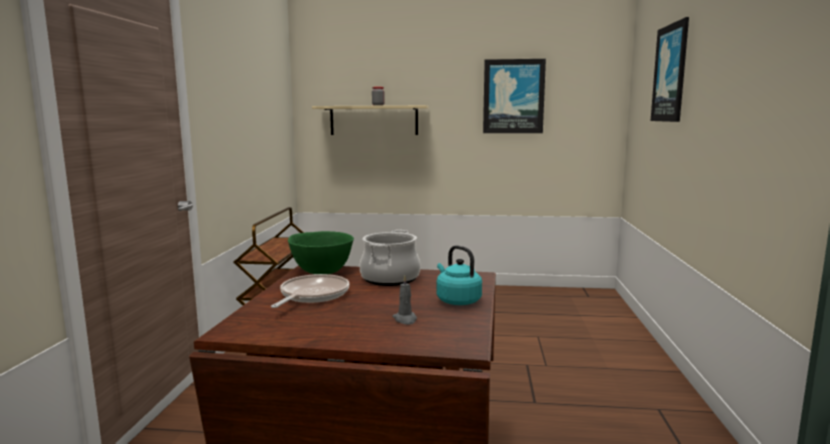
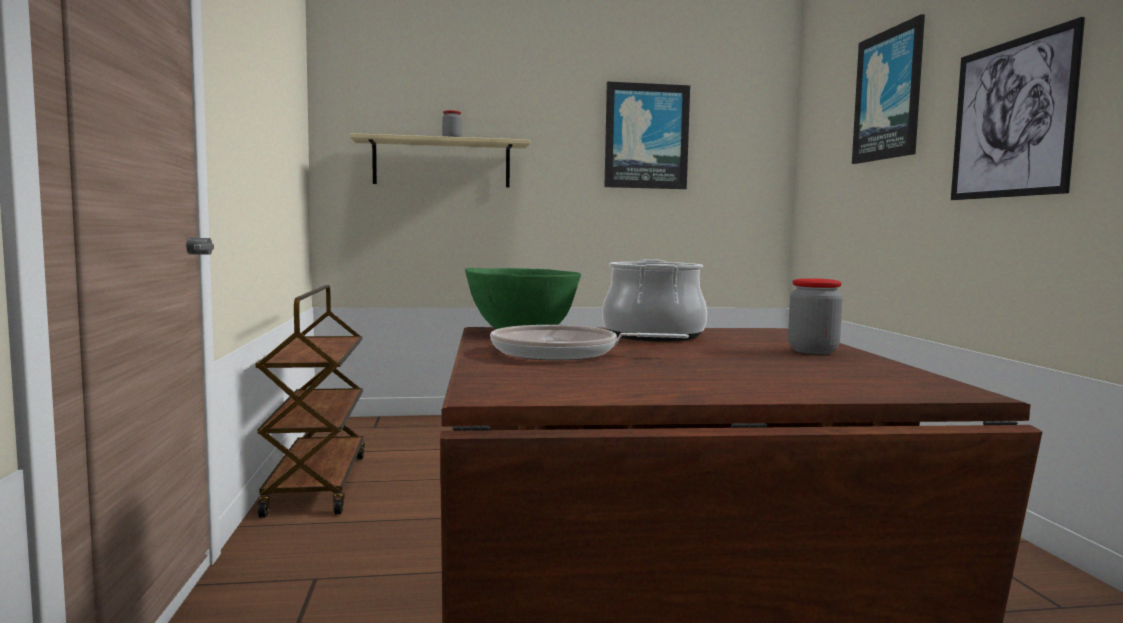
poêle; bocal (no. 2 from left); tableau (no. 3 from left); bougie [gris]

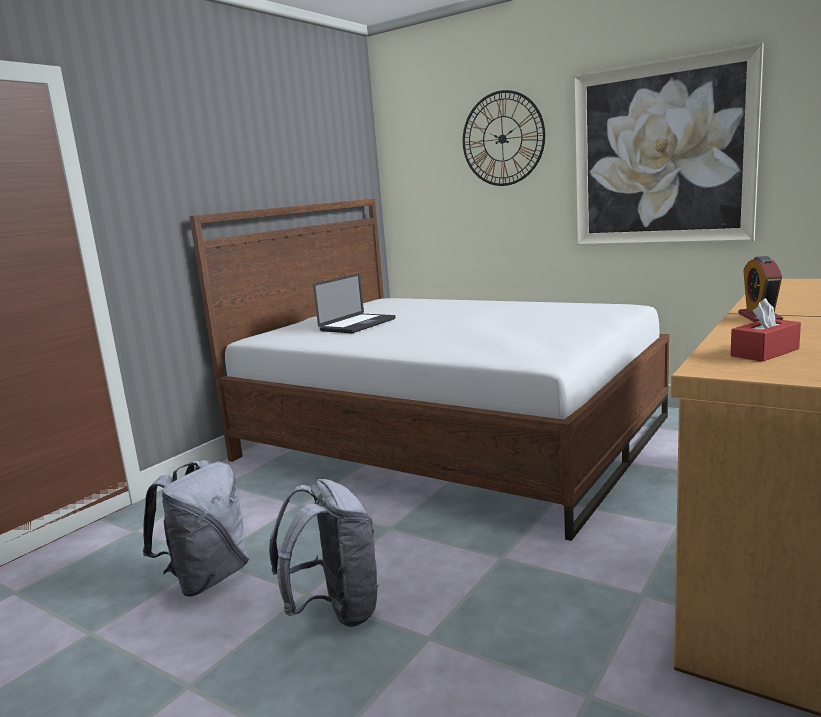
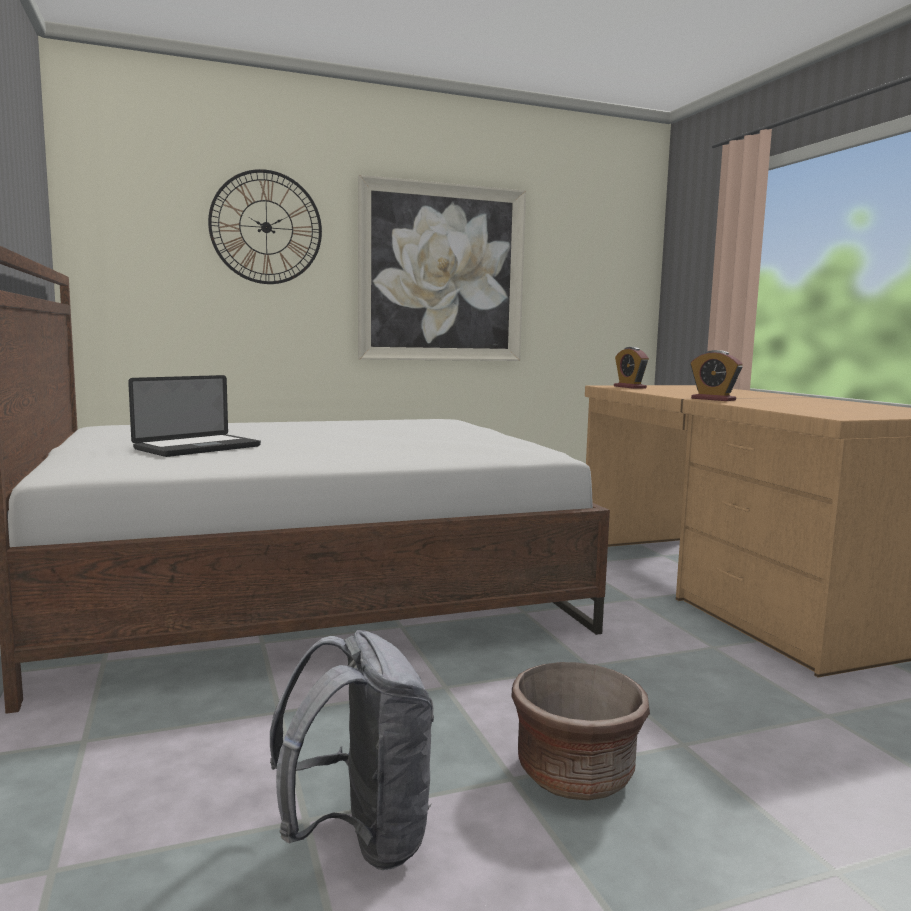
ordinateur portable; cache-pot [marron]; réveil (no. 1 from left); boîte à mouchoirs [rouge]

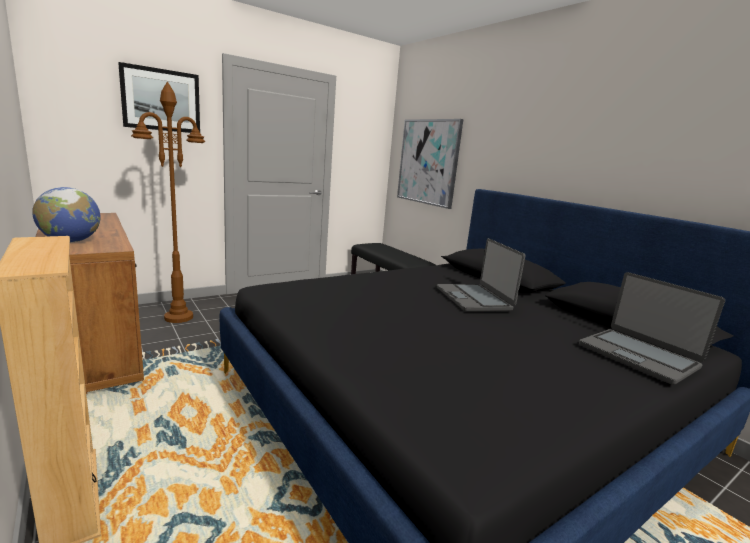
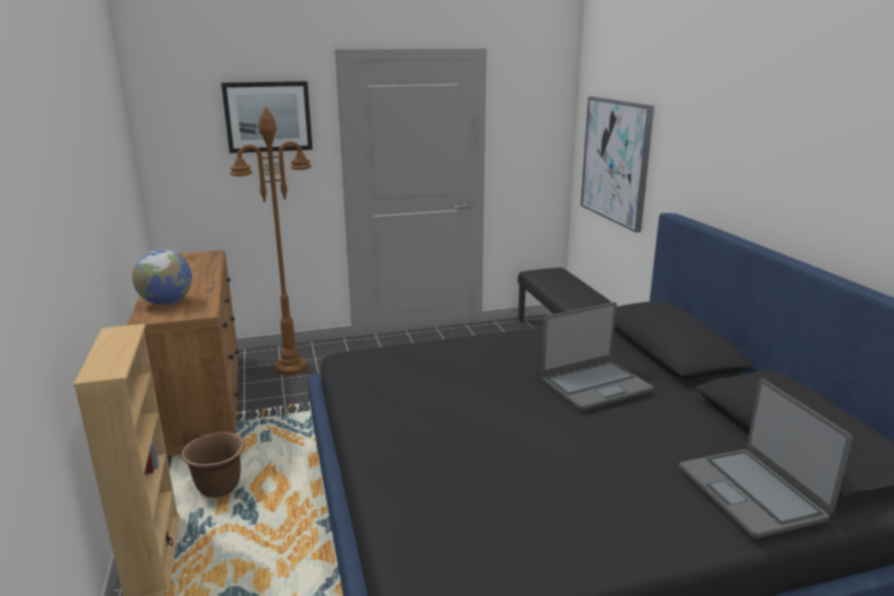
cache-pot [marron]; ordinateur portable (no. 1 from left)

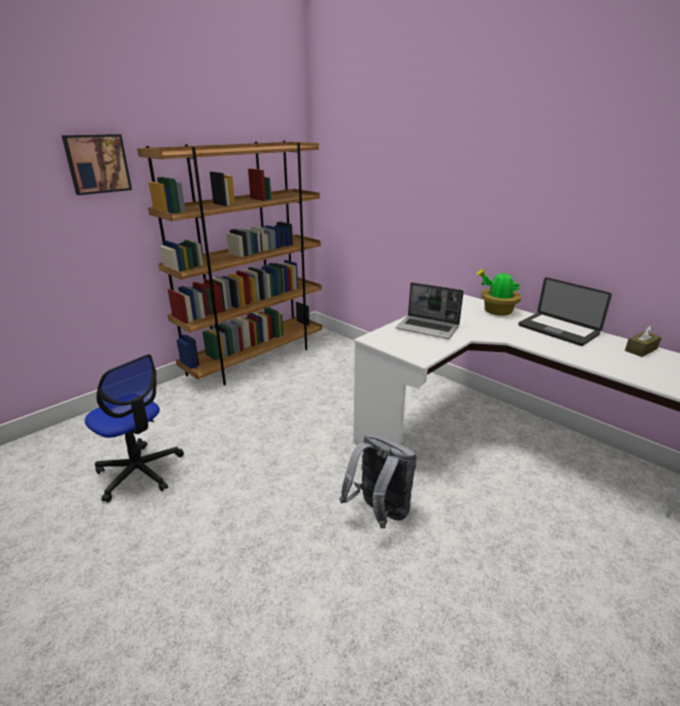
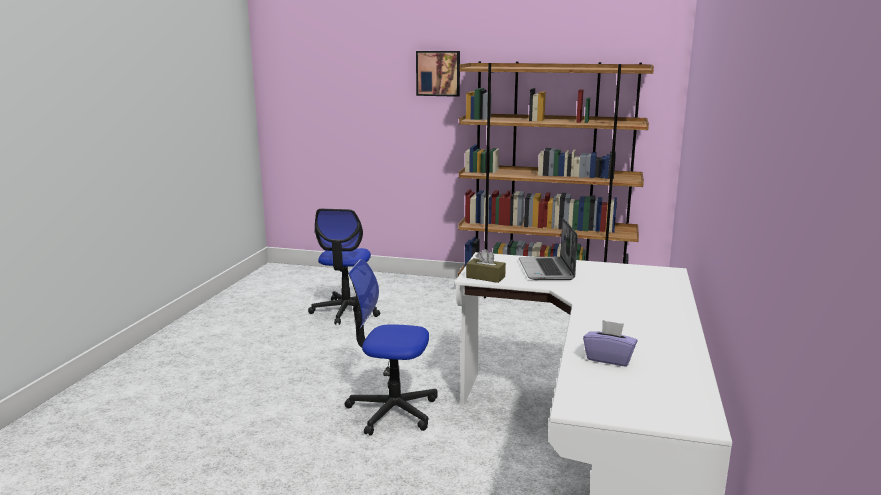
chaise de bureau (no. 2 from left); boîte à mouchoirs [marron]; boîte à mouchoirs [violet]; plante en pot; ordinateur portable (no. 2 from left in the first image)

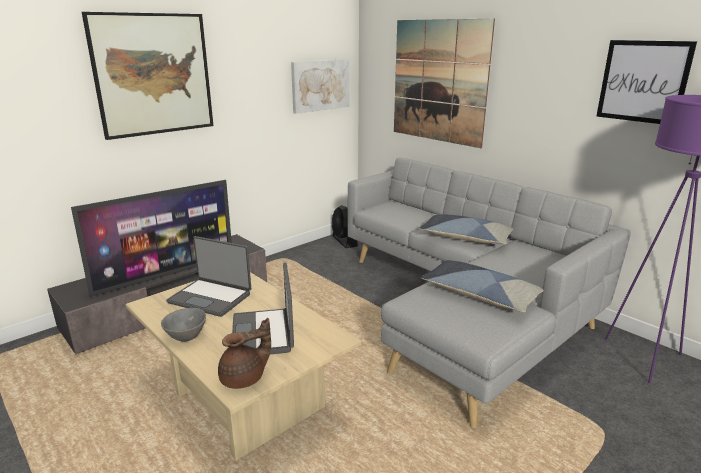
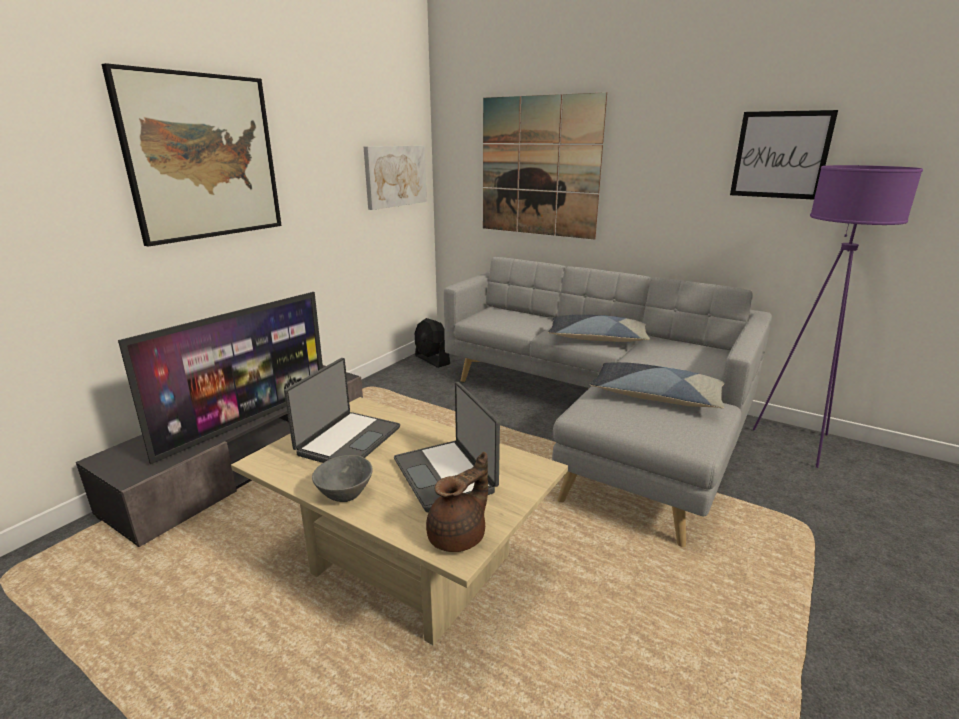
ordinateur portable (no. 1 from left)

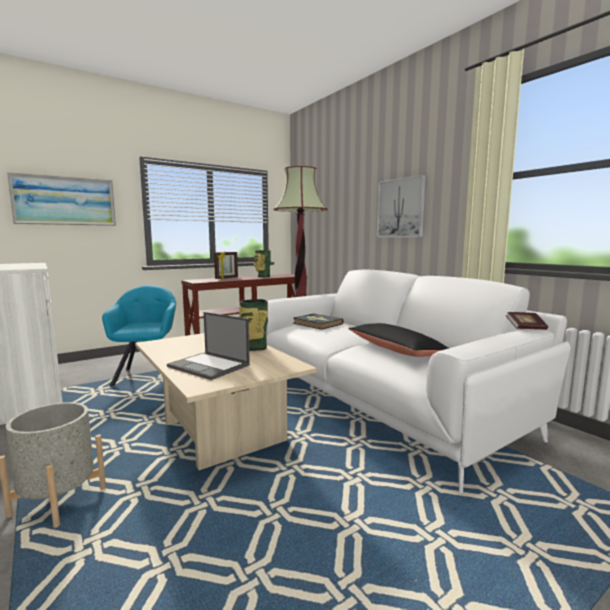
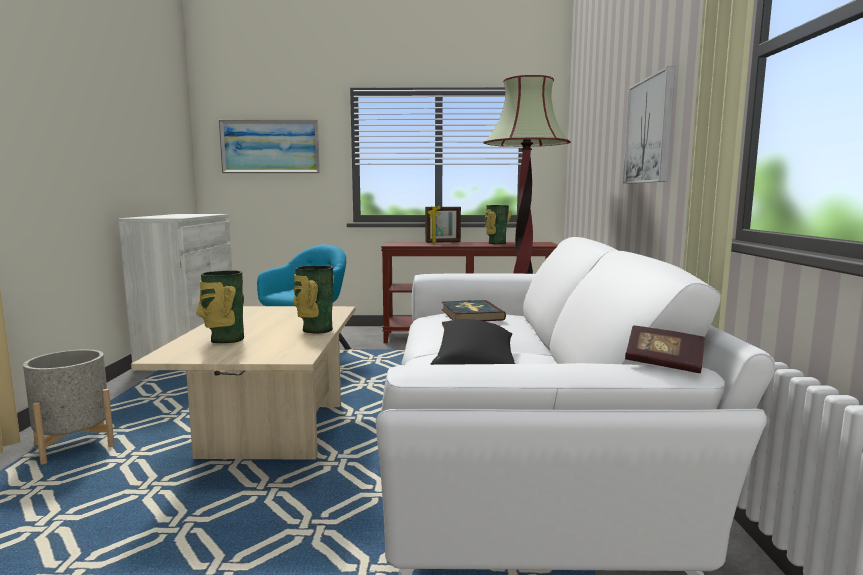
vase (no. 1 from left)

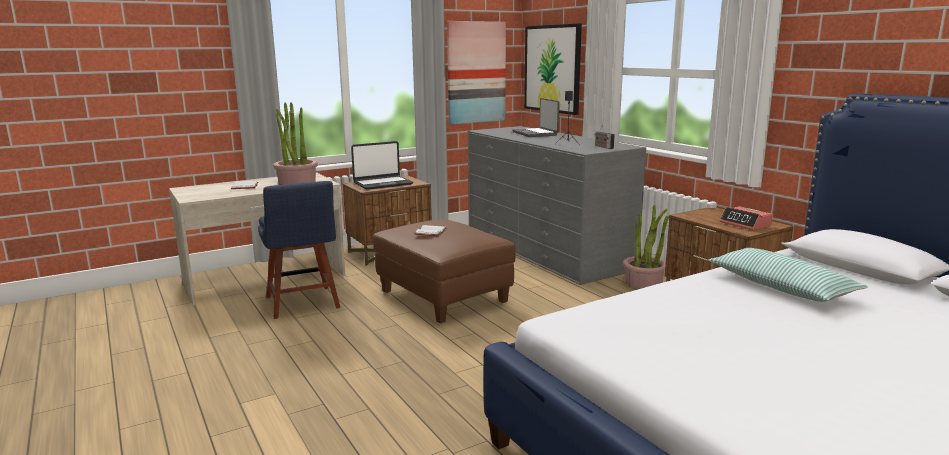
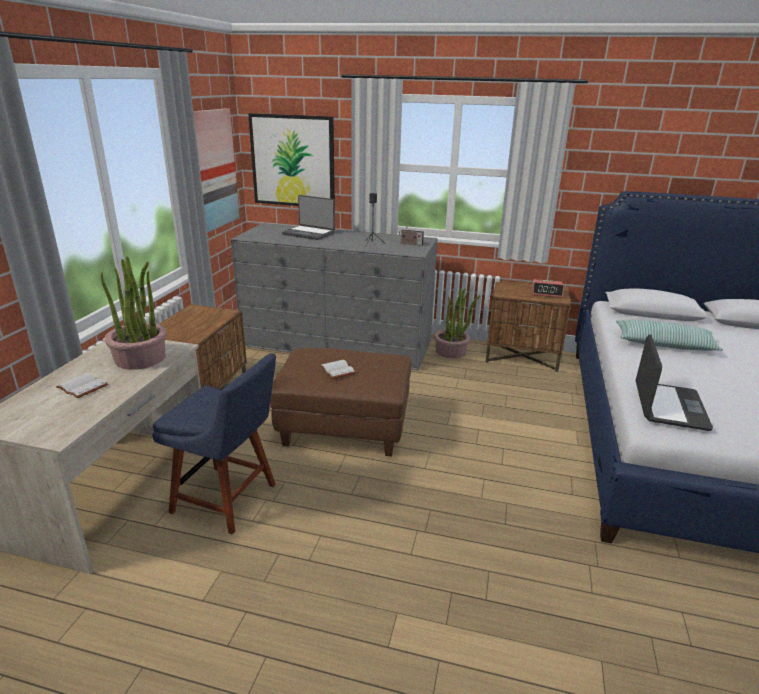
ordinateur portable (no. 2 from left)

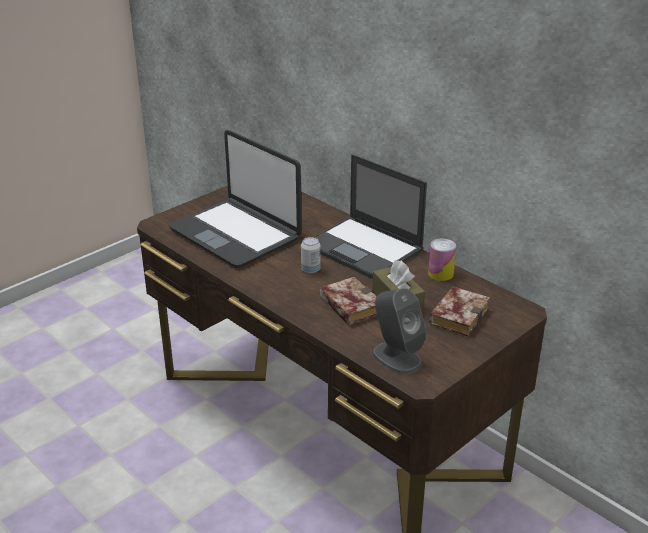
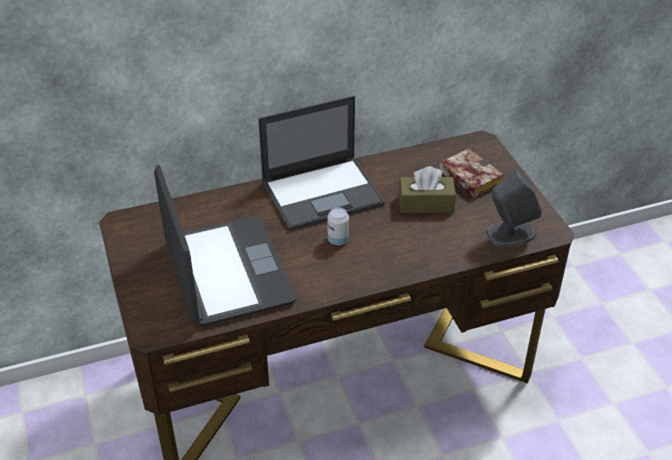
ordinateur portable (no. 1 from left); livre (no. 1 from left in the first image); boîte métallique (no. 2 from left in the first image)

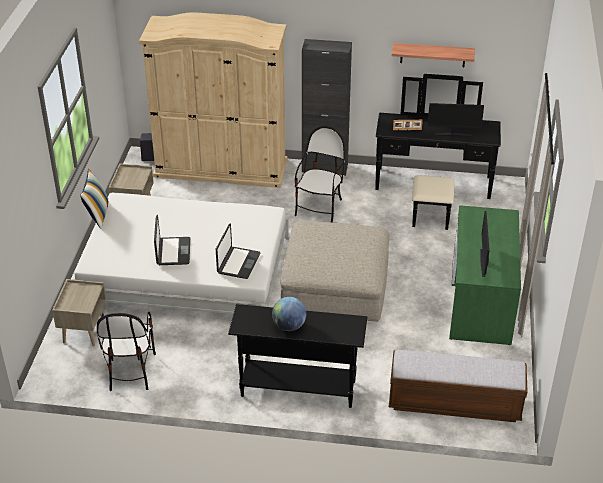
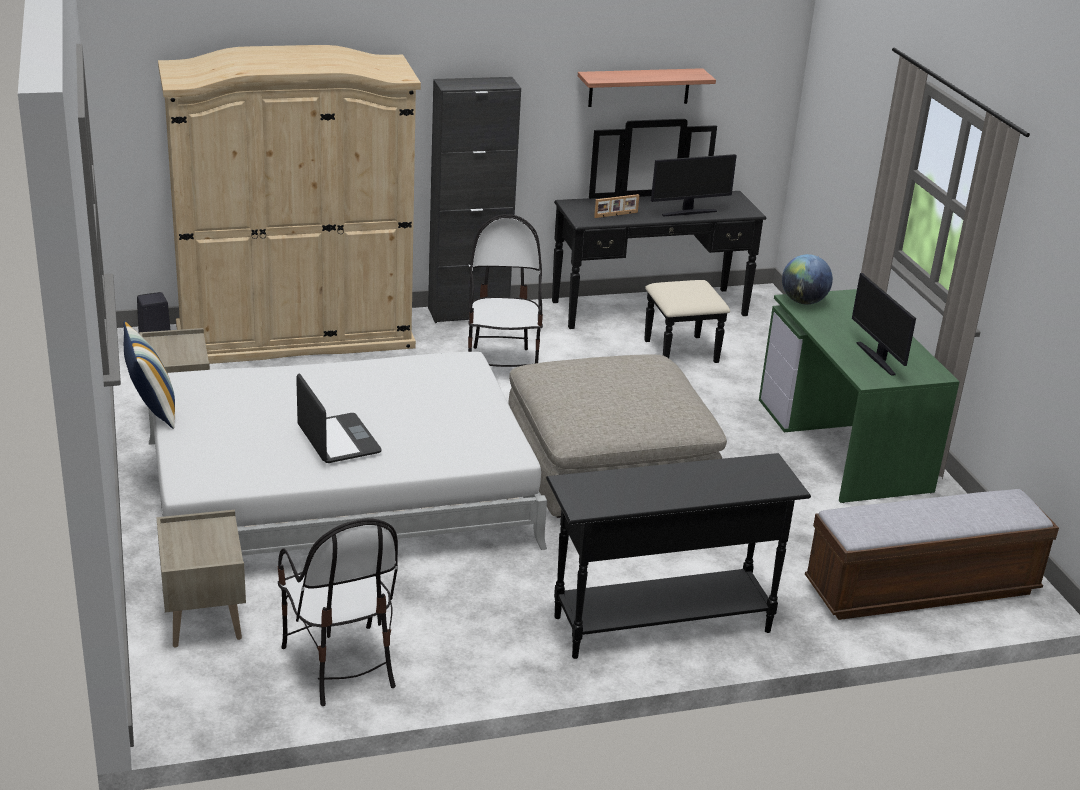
globe; ordinateur portable (no. 2 from left in the first image)

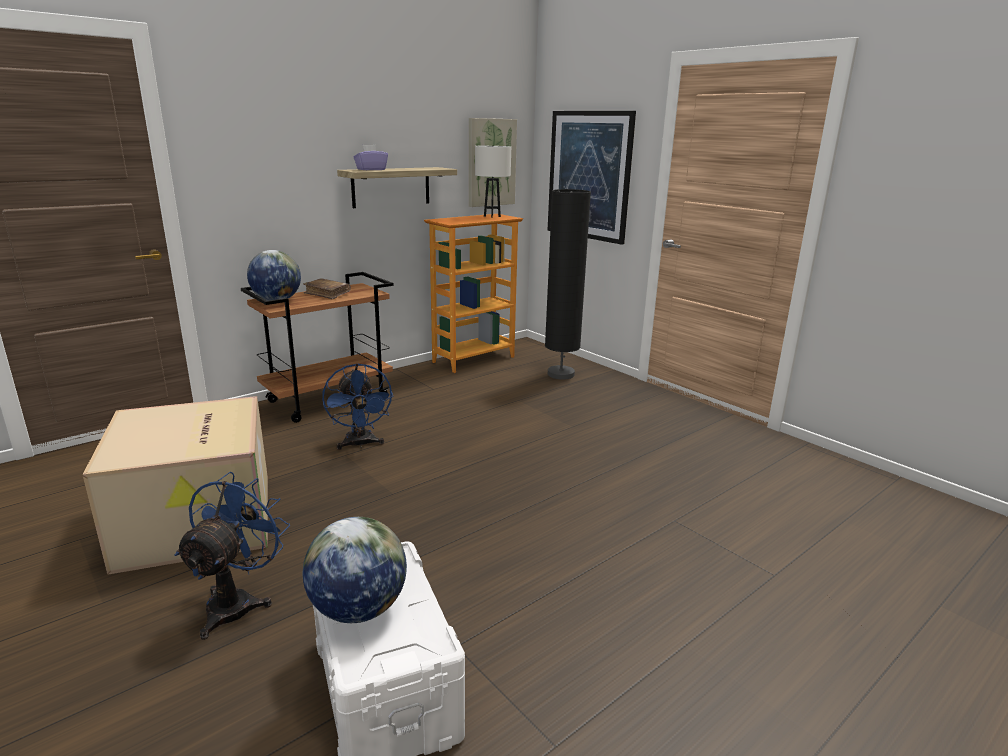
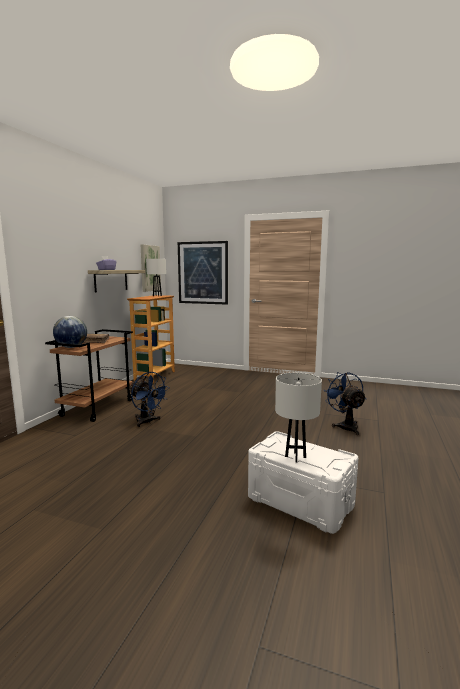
lampe de table [blanc] (no. 2 from left); ventilateur [bleu] (no. 2 from left); carton; lampadaire [noir]

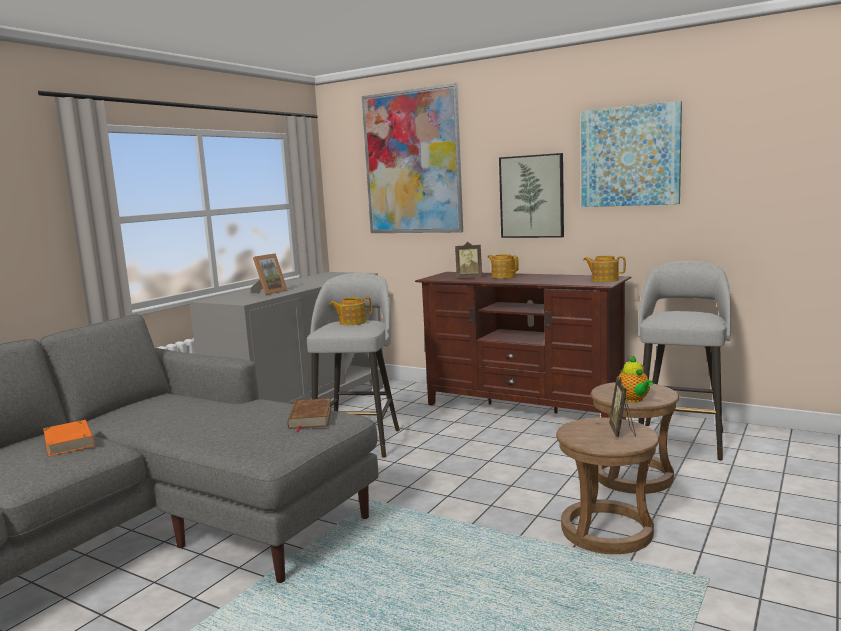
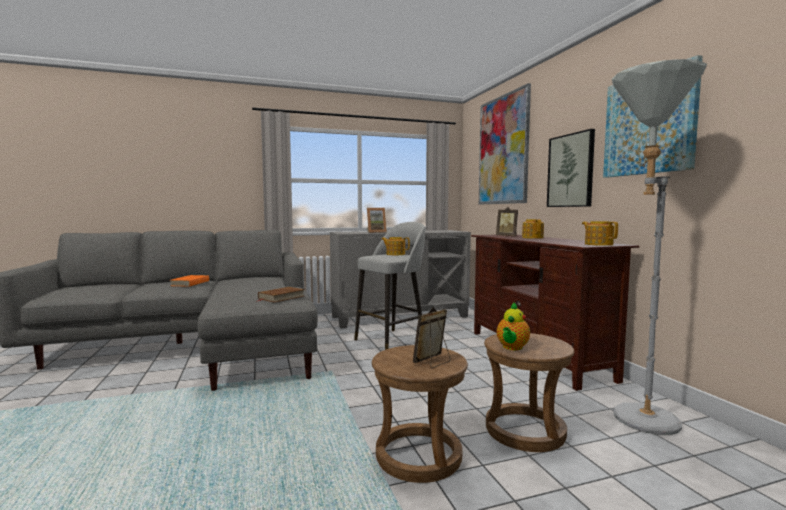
lampadaire [gris]

